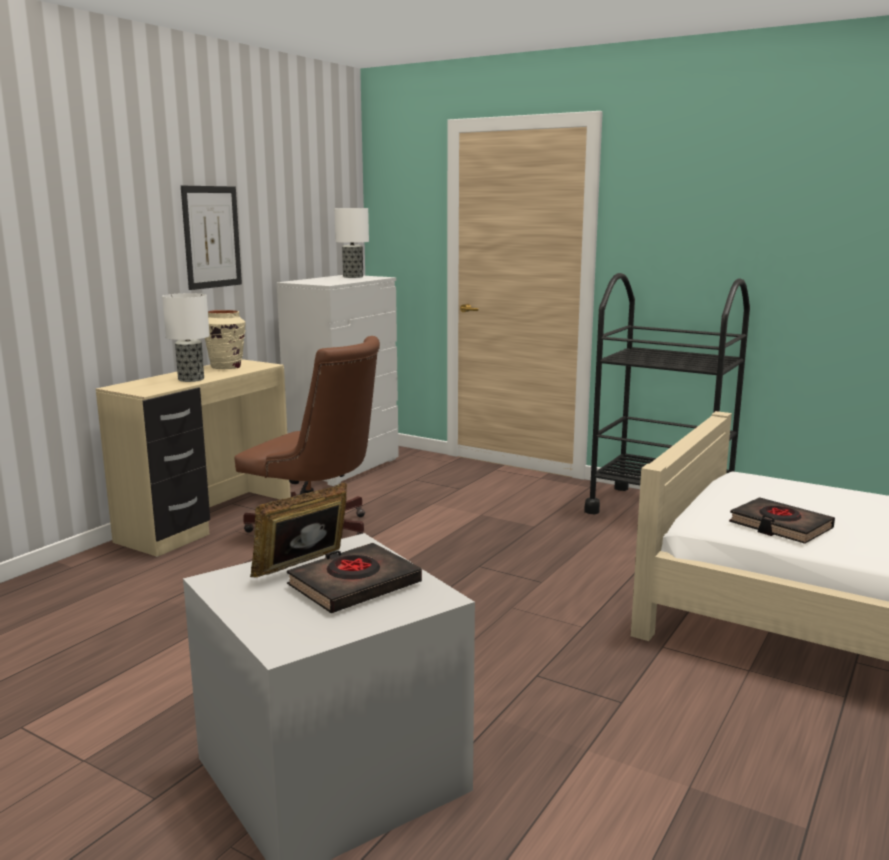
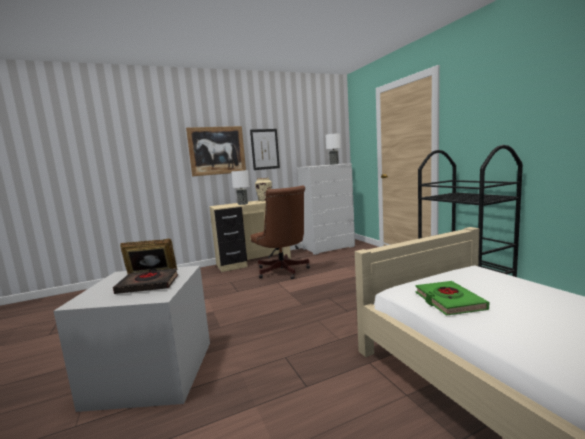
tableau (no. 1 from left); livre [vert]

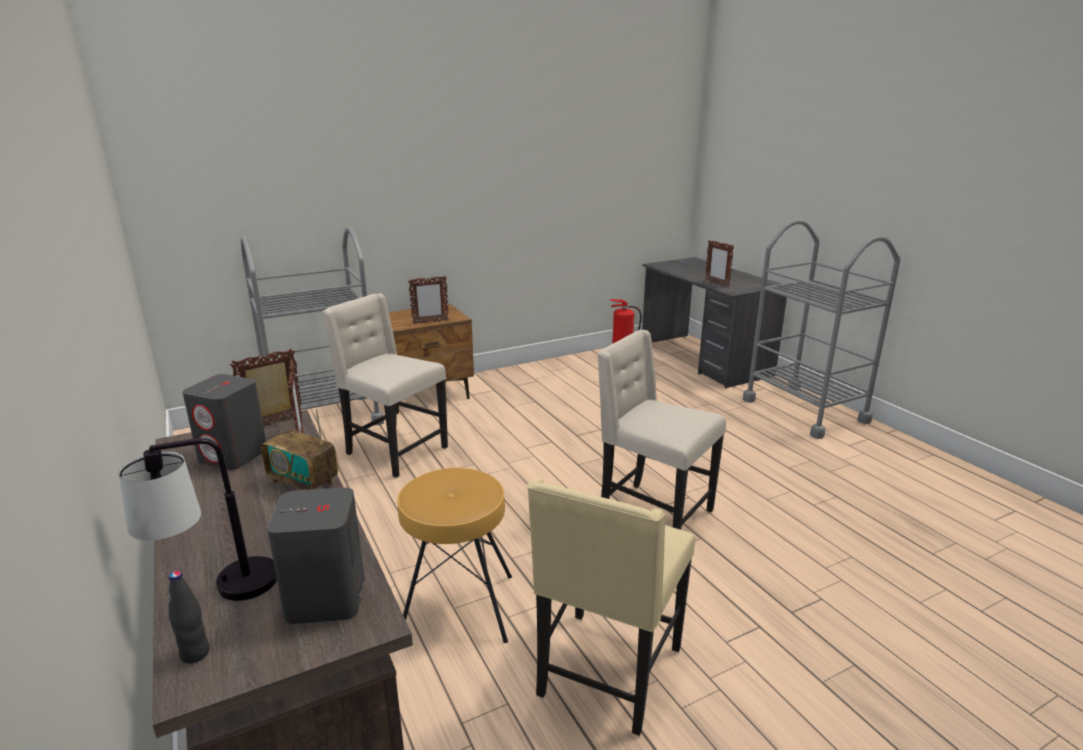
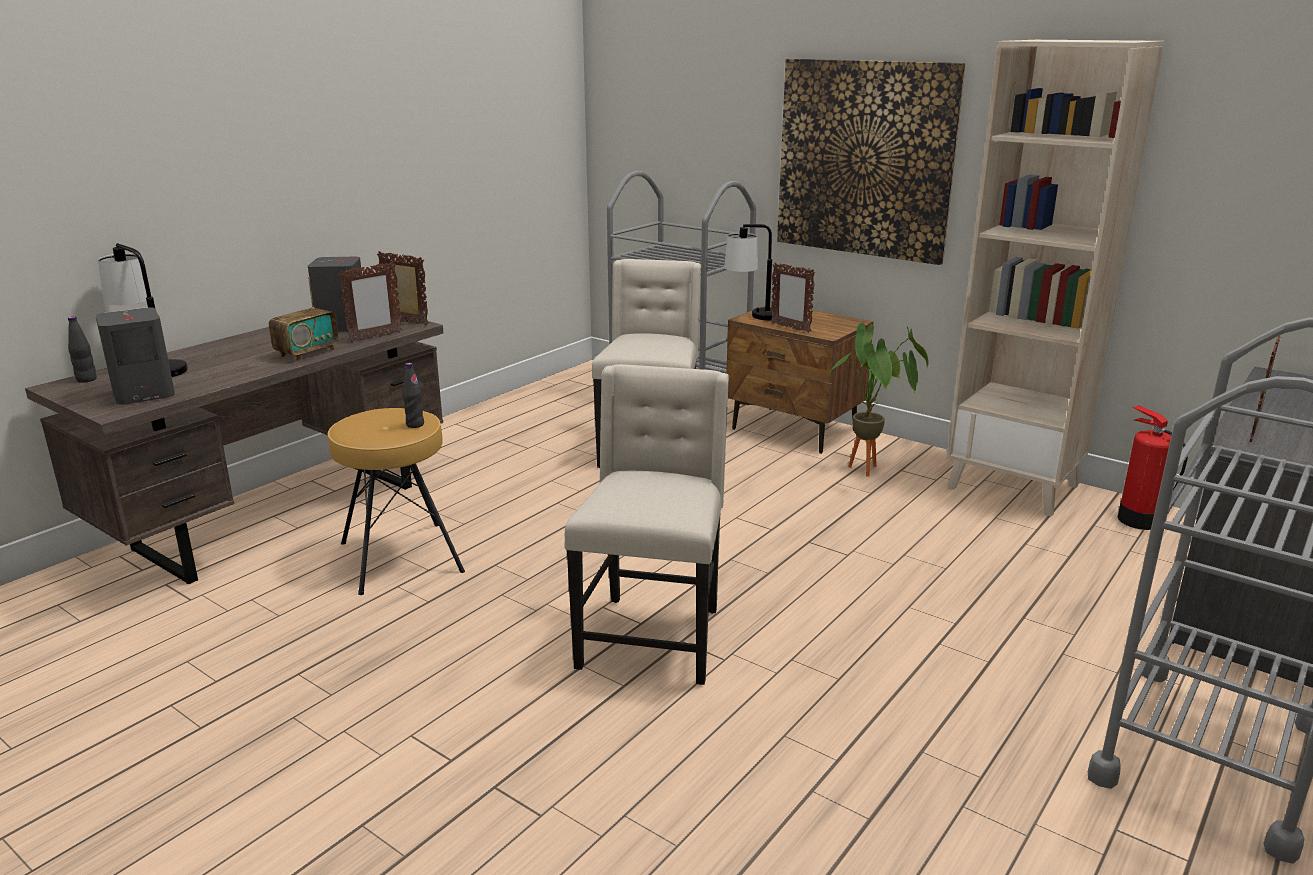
radio; bouteille [noir] (no. 2 from left); lampe de table (no. 2 from left); tableau; plante en pot; bibliothèque [beige]; chaise [beige] (no. 2 from left in the first image)

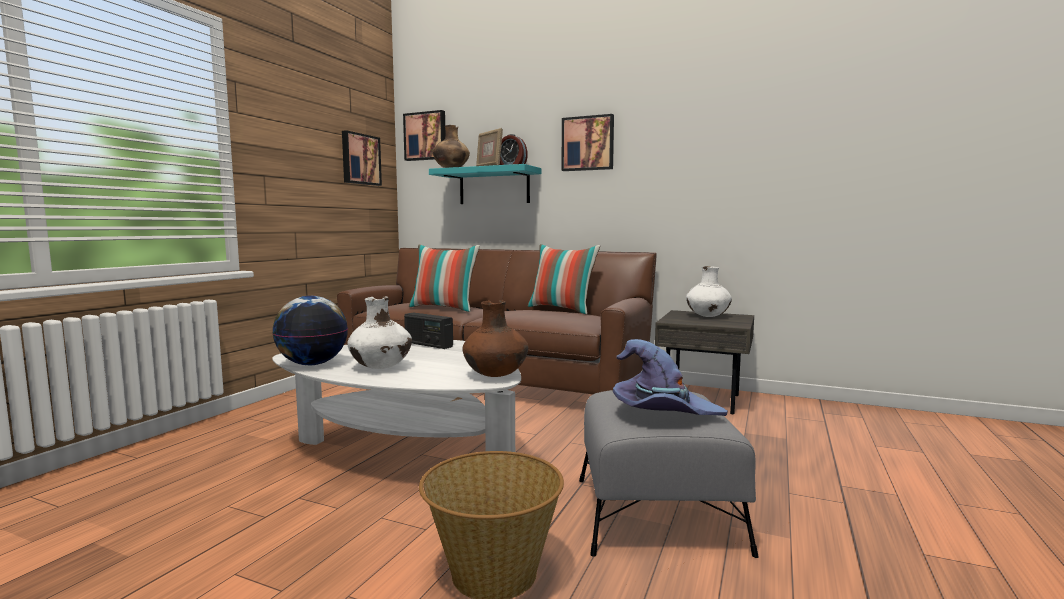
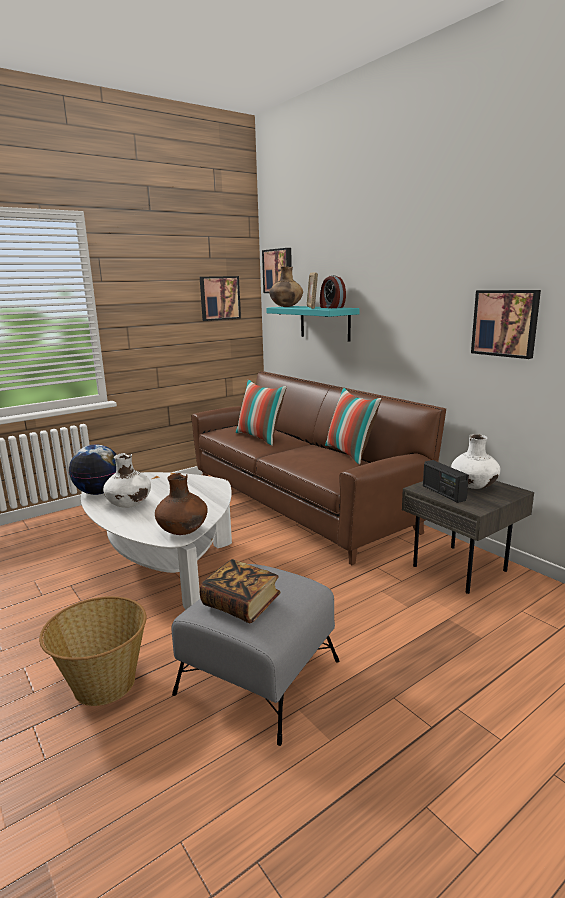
livre; radio; tableau (no. 3 from left)

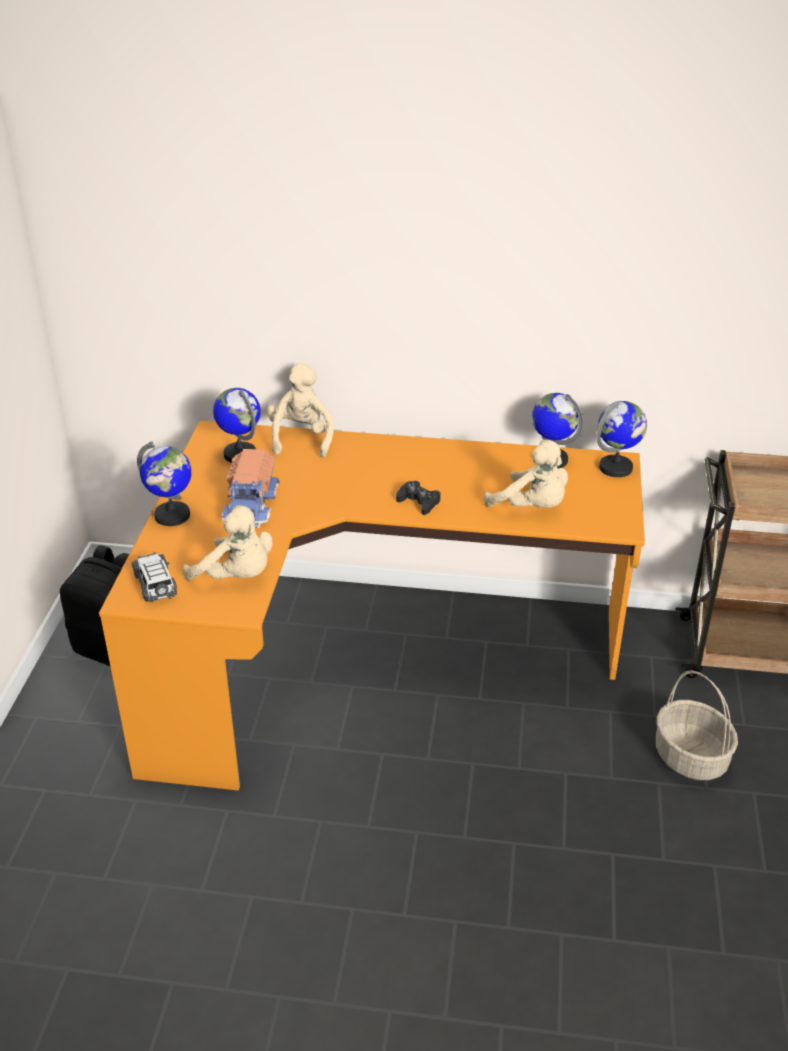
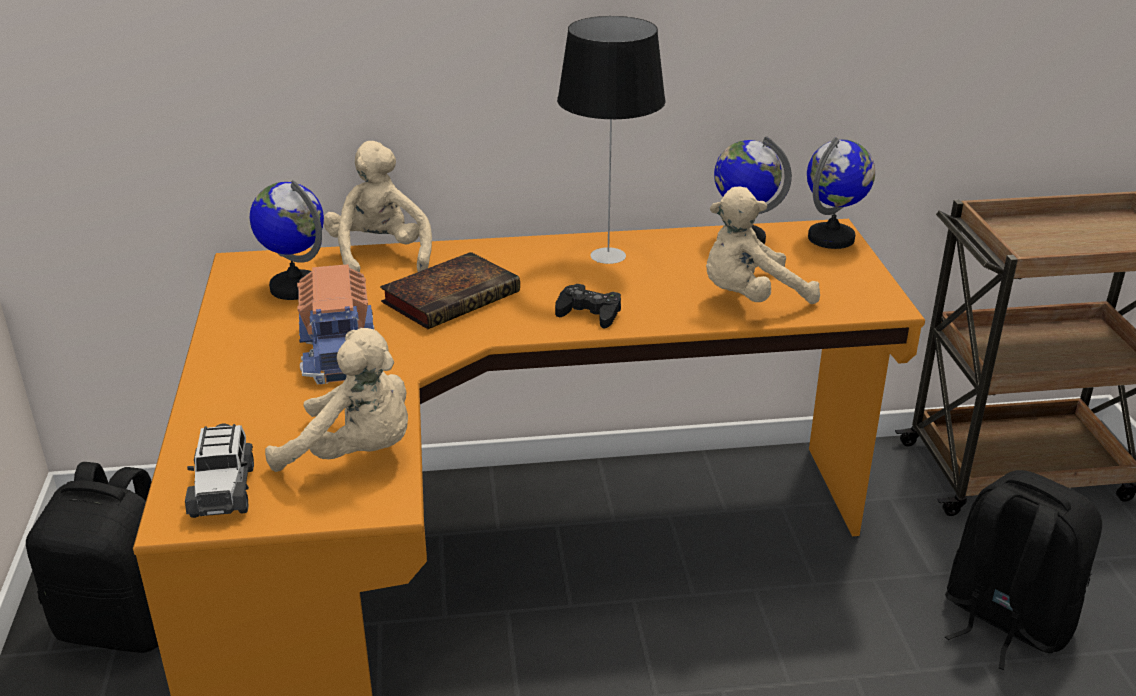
petite voiture; livre; lampe de table; peluche [beige] (no. 3 from left); sac à dos [noir] (no. 2 from left); globe (no. 1 from left in the first image)

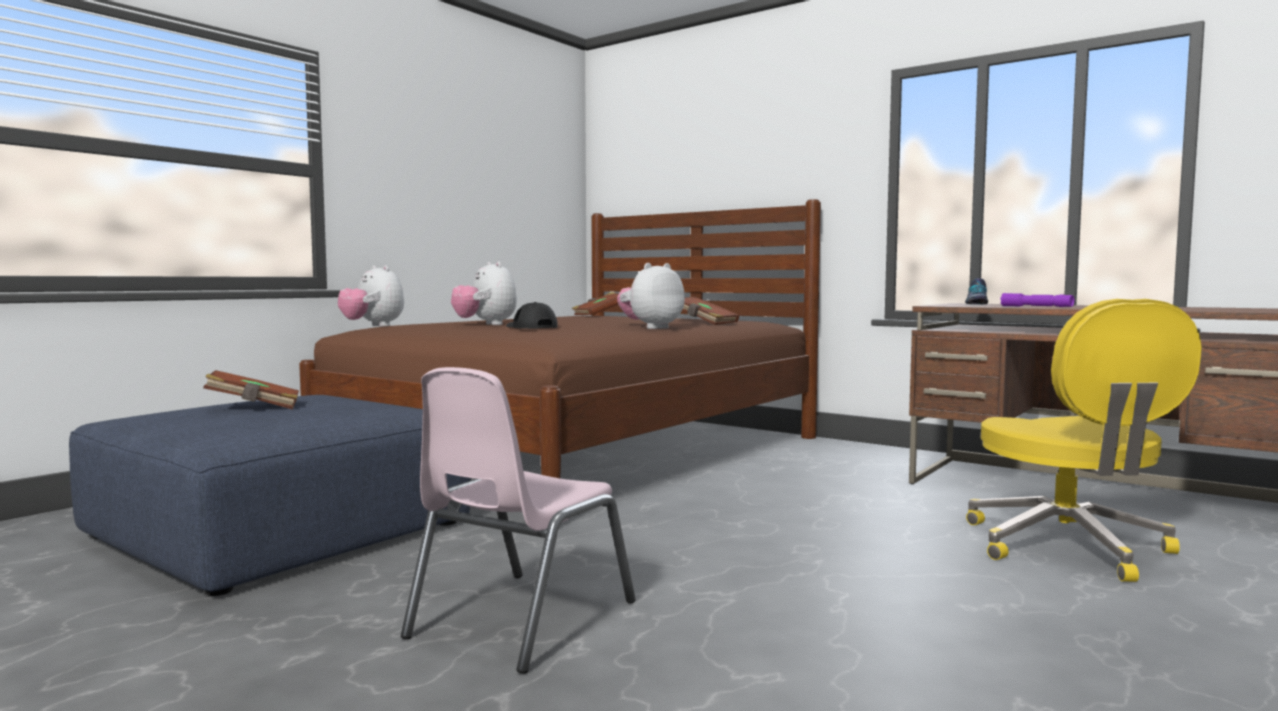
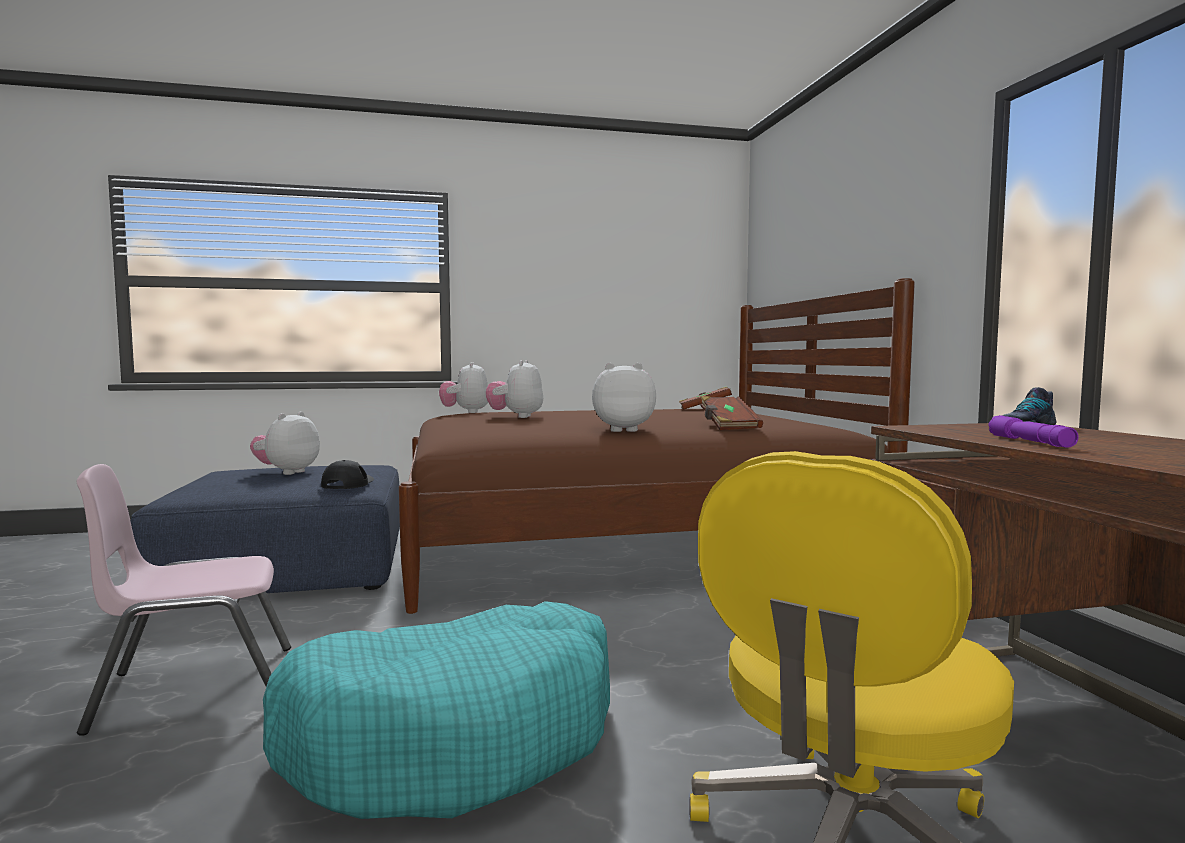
peluche (no. 1 from left); panier pour chien [turquoise]; casquette [noir]

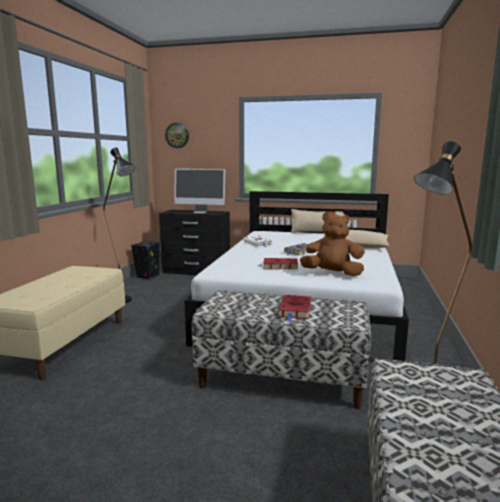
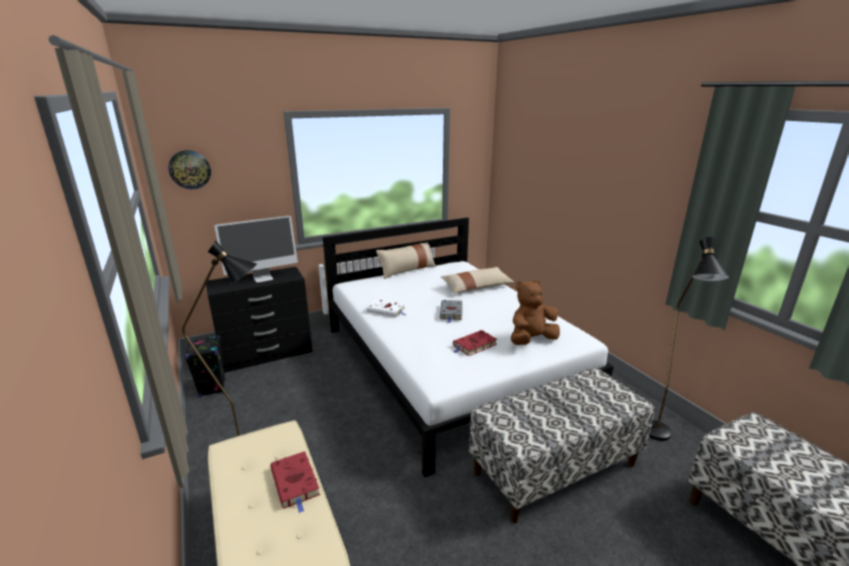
livre [rouge] (no. 1 from left)

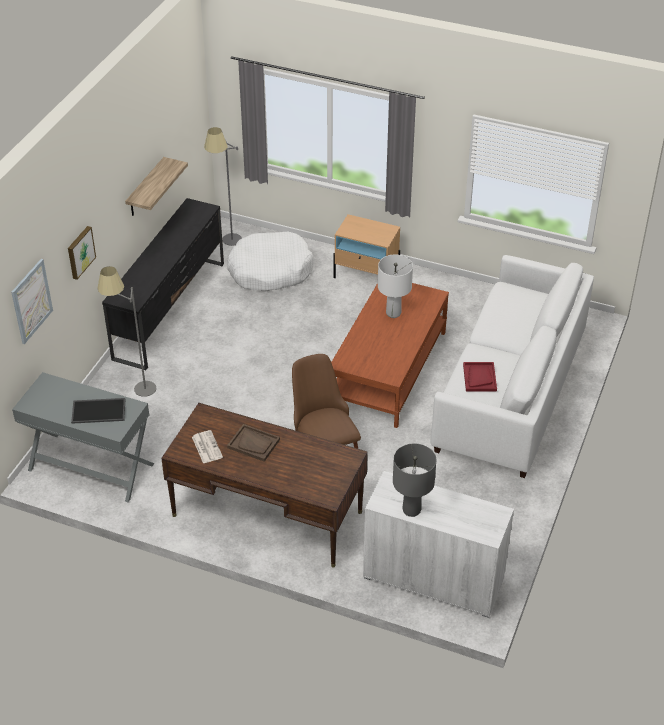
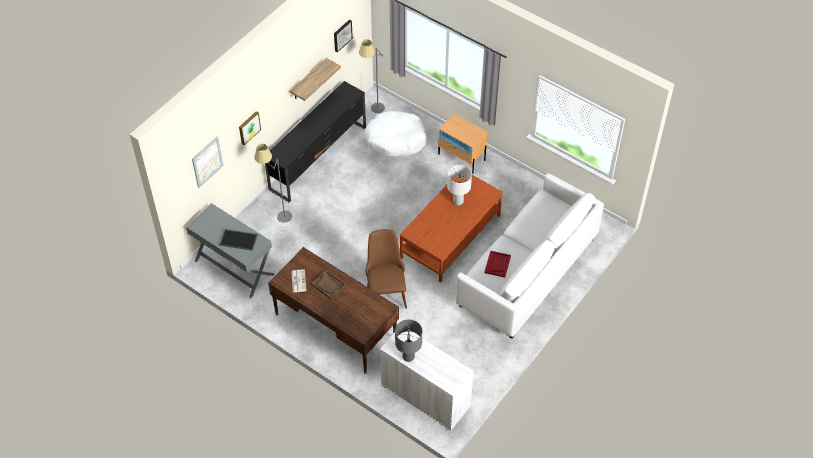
tableau (no. 3 from left)

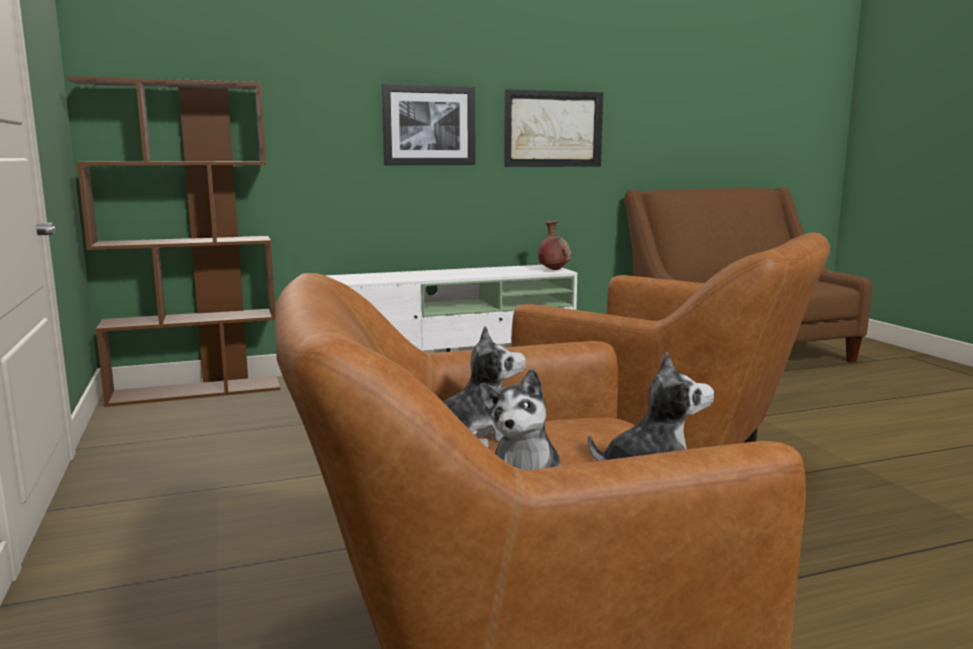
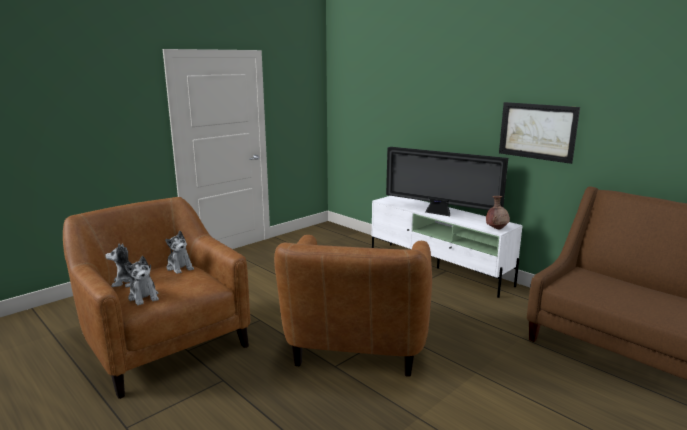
téléviseur; bibliothèque [marron]; tableau (no. 1 from left in the first image)

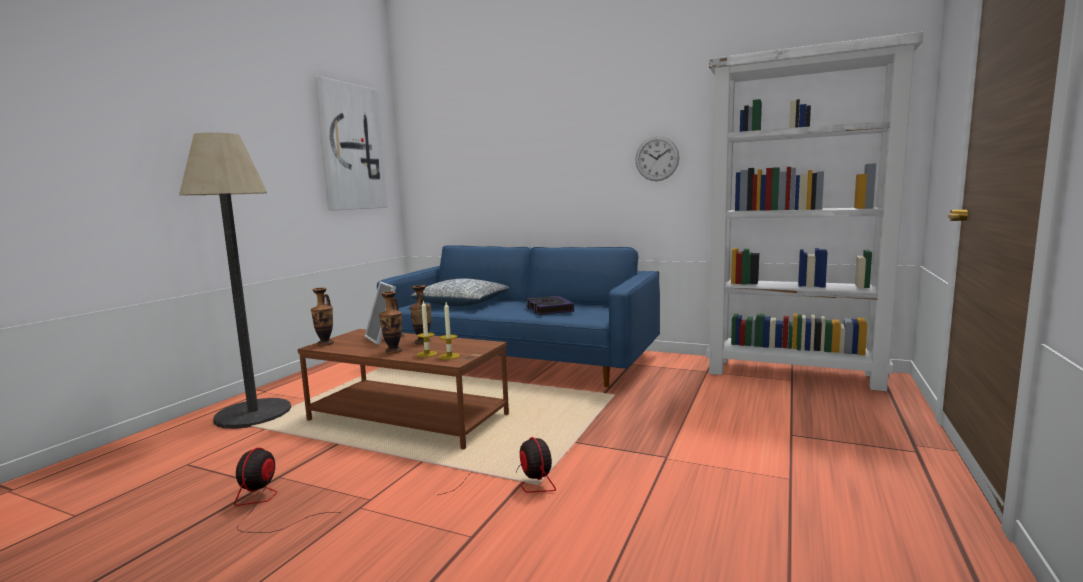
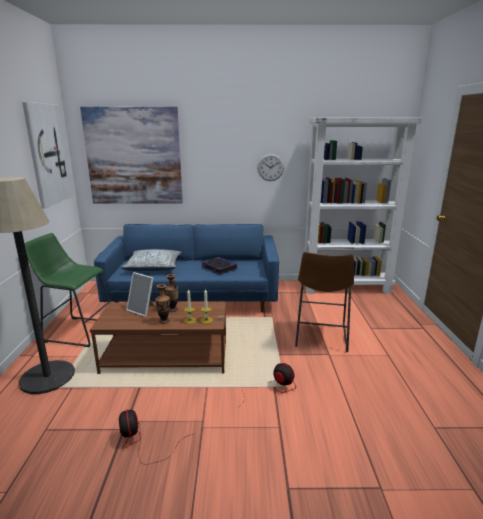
tabouret [vert]; tableau (no. 2 from left); tabouret [marron]; vase (no. 1 from left in the first image)

